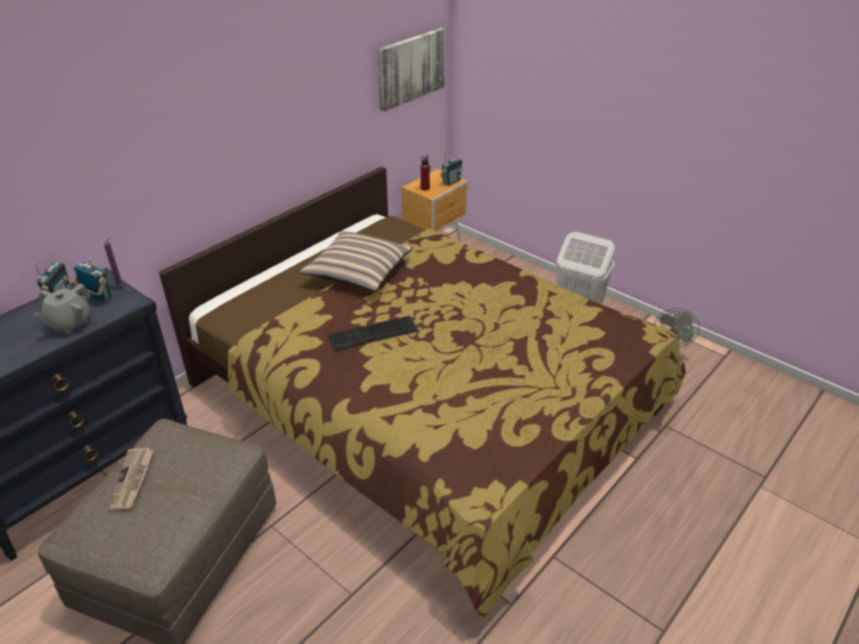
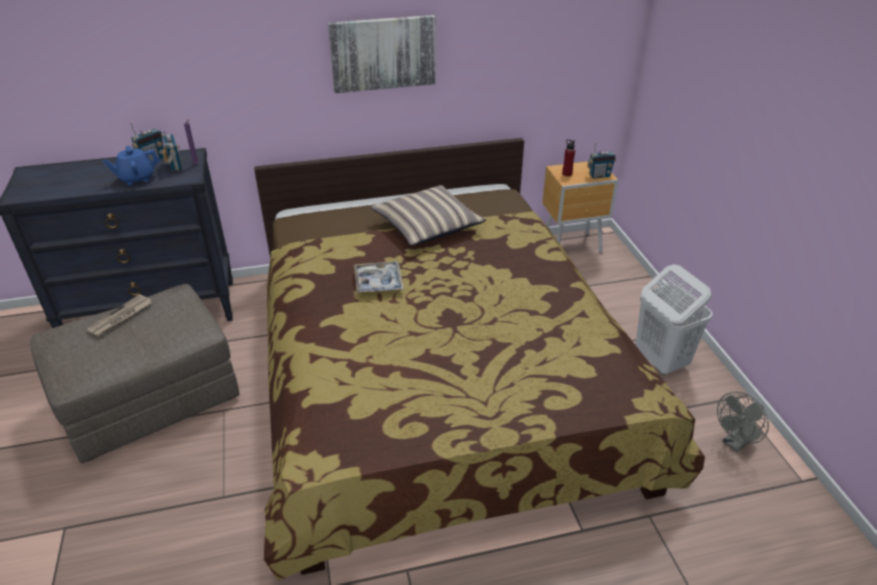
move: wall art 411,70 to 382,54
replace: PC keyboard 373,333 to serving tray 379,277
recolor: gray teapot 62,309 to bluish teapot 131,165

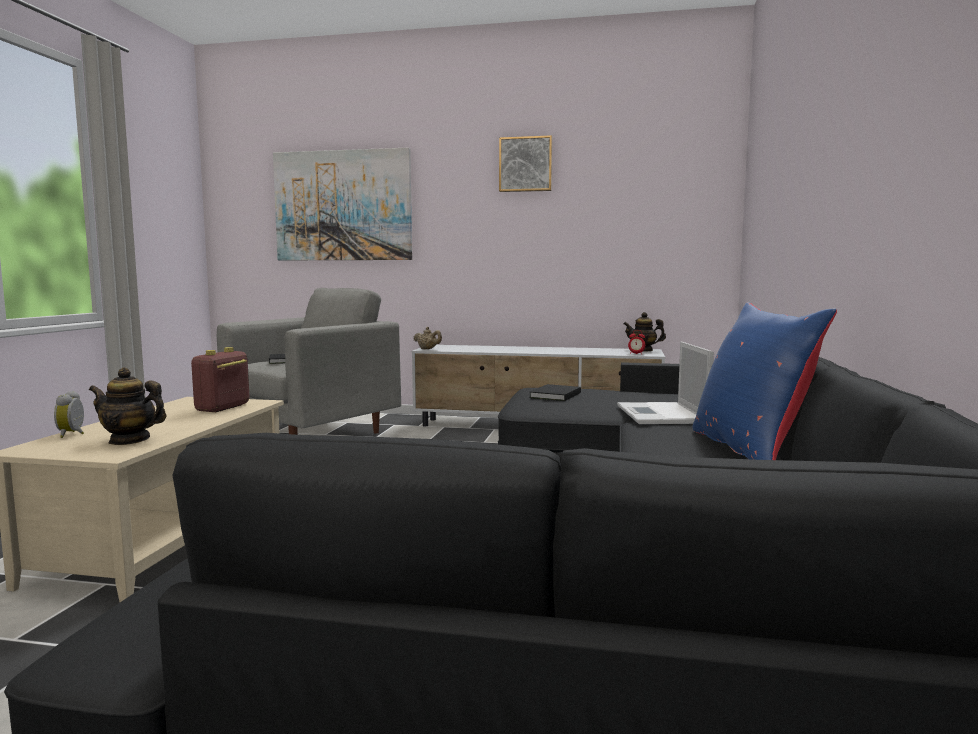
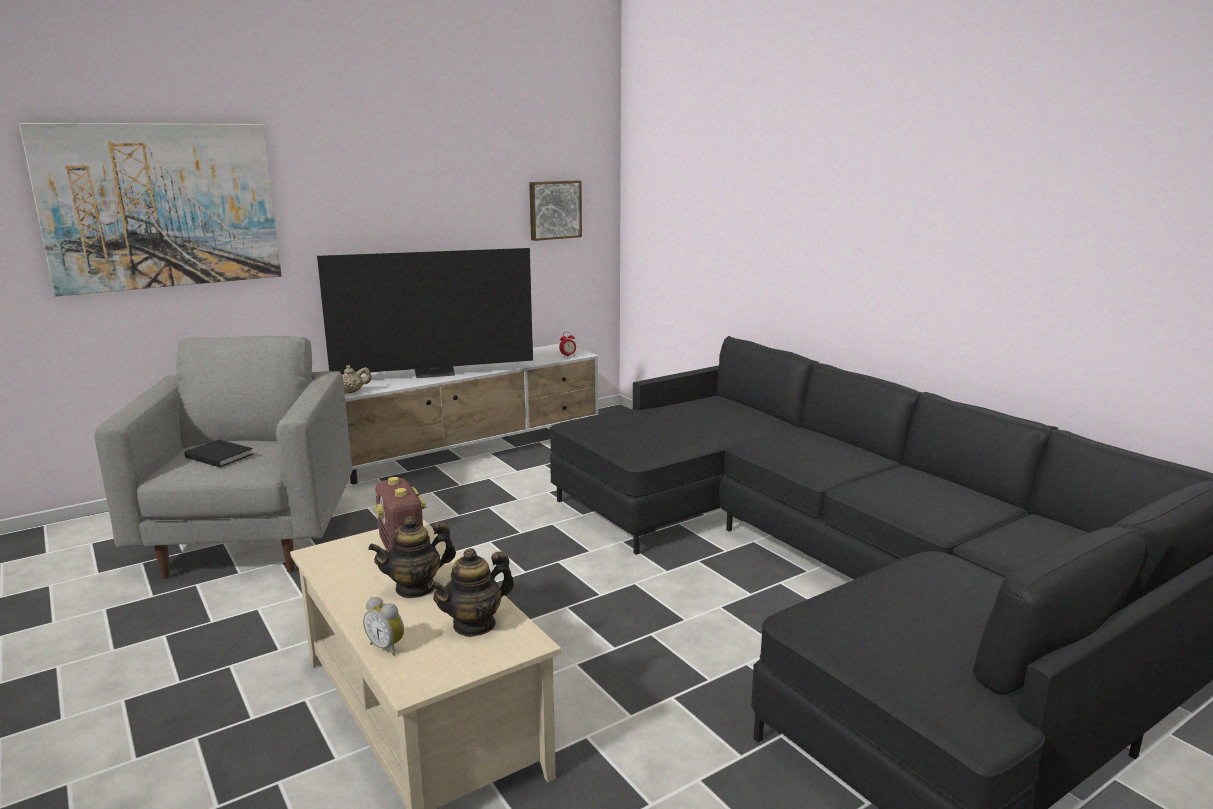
delete: black volume 555,392; portable computer 665,383; bluish pillow 764,381
insert: TV 425,313
move: wall art 525,163 to 555,210; teapot 644,332 to 412,557

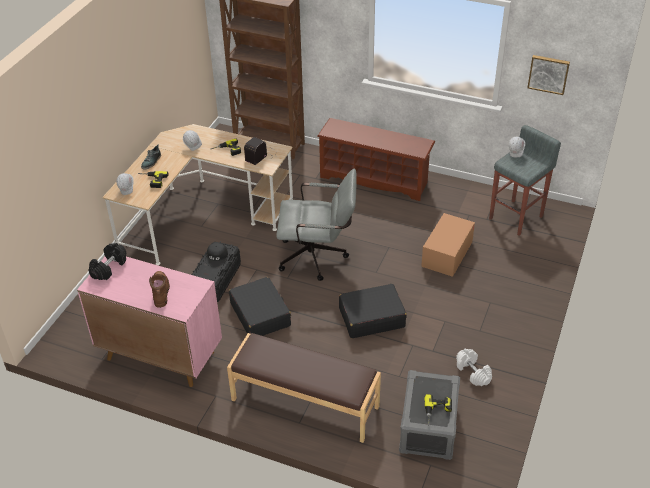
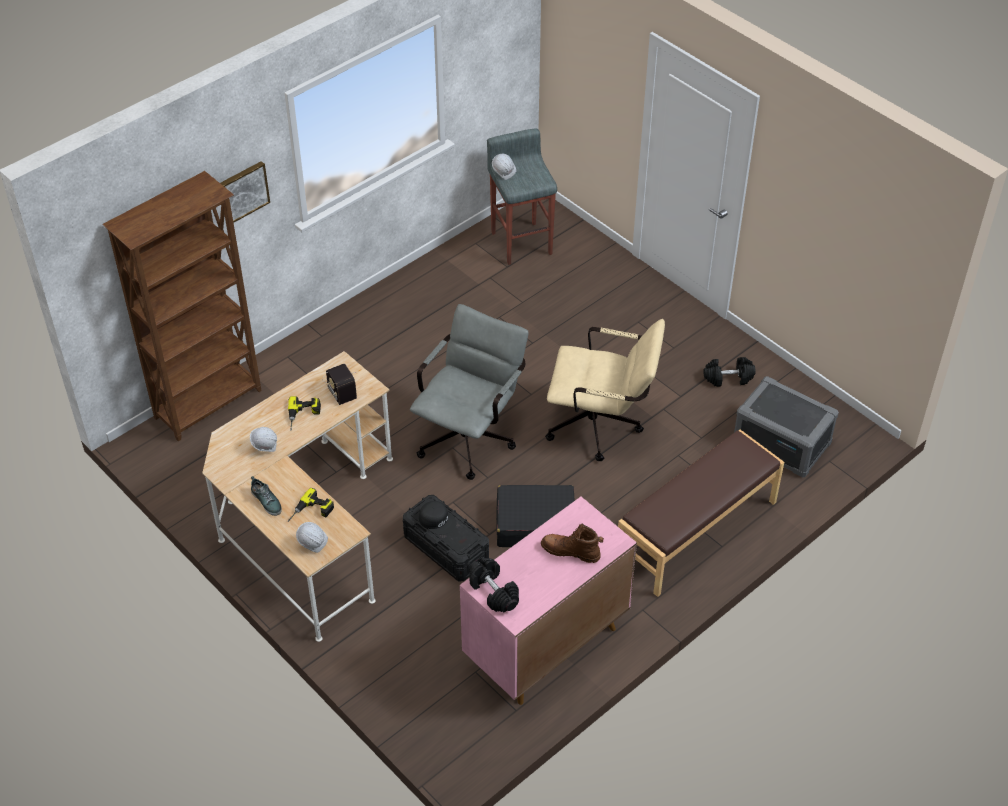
delete: brownish shoe stand 376,159; carton 448,245; power drill 438,410
move: wall art 548,75 to 245,192
replace: black travel case 373,311 to beige desk chair 605,390
recolor: whitish dumbbell 474,367 to black dumbbell 729,372

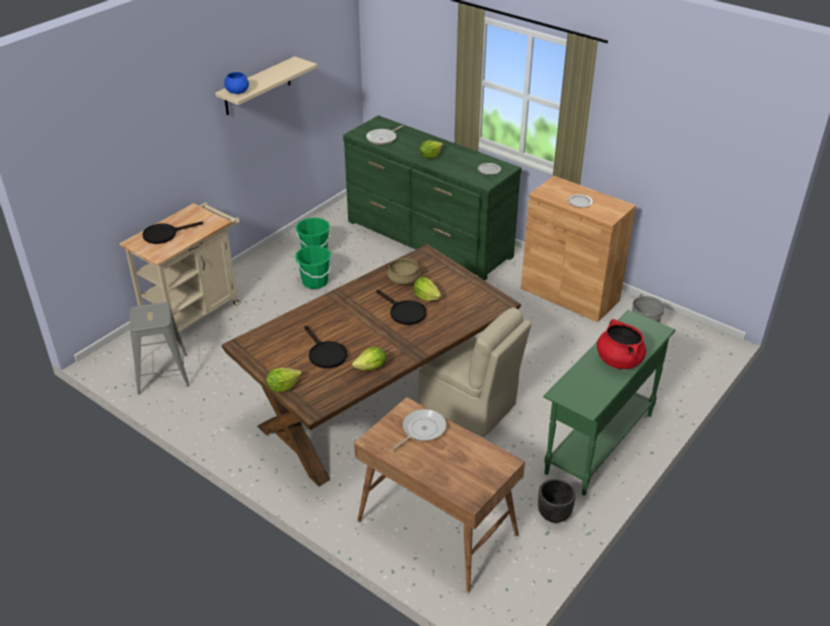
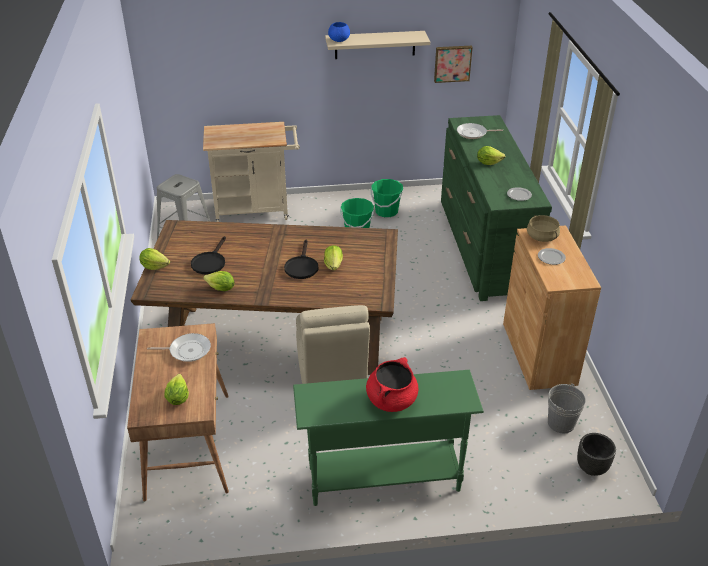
delete: black skillet 172,232
insert: lettuce 176,389; wall art 453,64
move: beige cooking pot 404,271 to 543,228; black plant pot 557,501 to 596,454

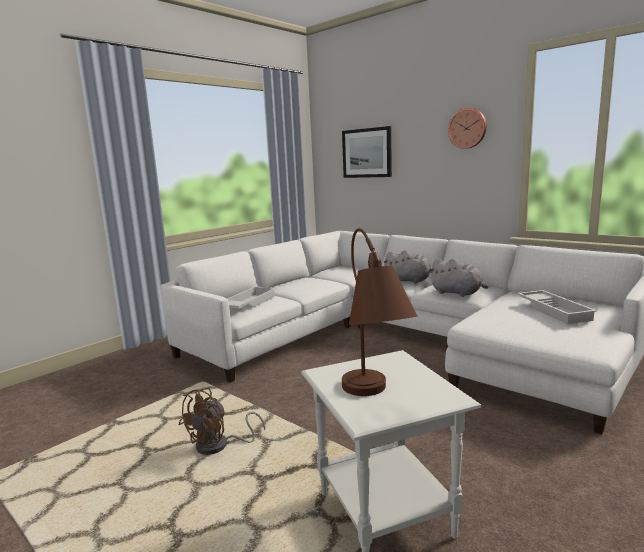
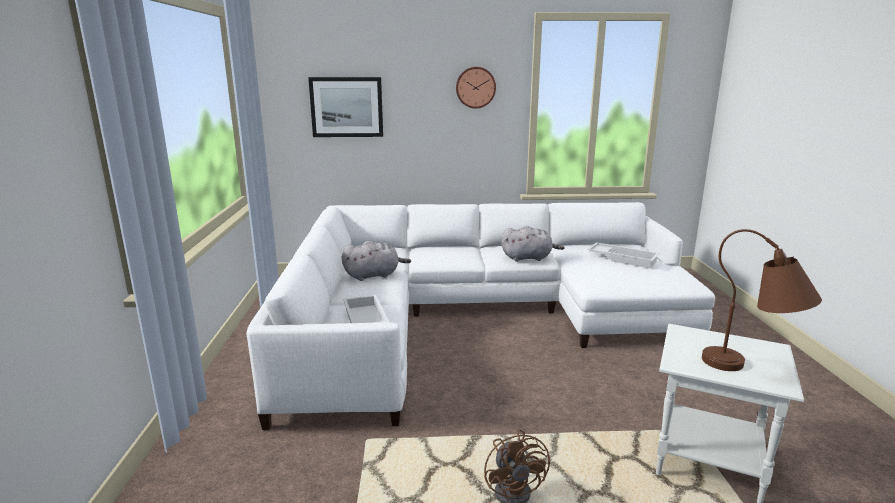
move: gray plush toy 407,267 to 376,261

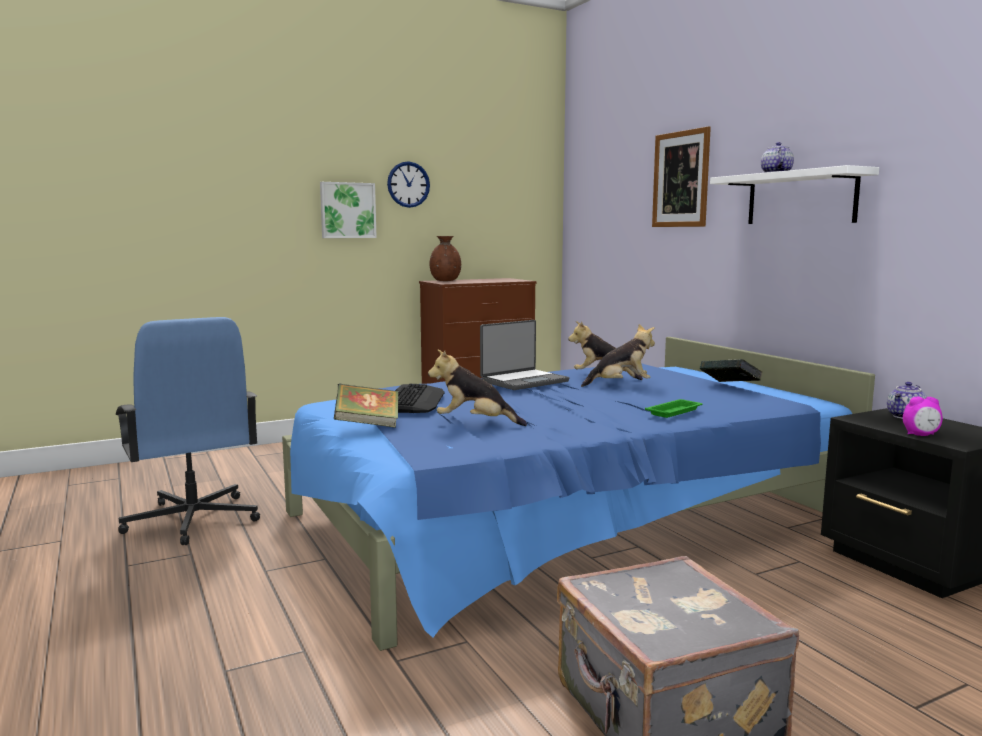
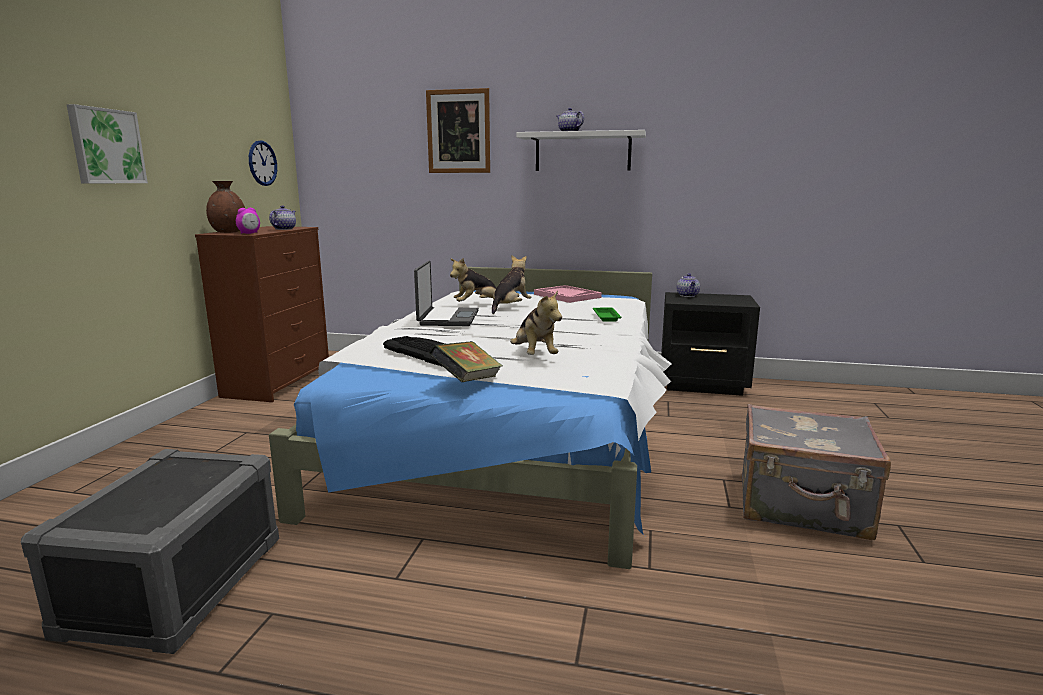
insert: teapot 282,218
move: wall clock 408,184 to 263,163; alarm clock 923,416 to 248,221
replace: bluish desk chair 188,431 to gray storage container 150,551; volume 731,370 to pink serving tray 568,294
recolor: bluish sleeping bed 578,494 to whitish sleeping bed 470,418
rotate: plush toy 477,388 = 536,322 75 degrees counterclockwise

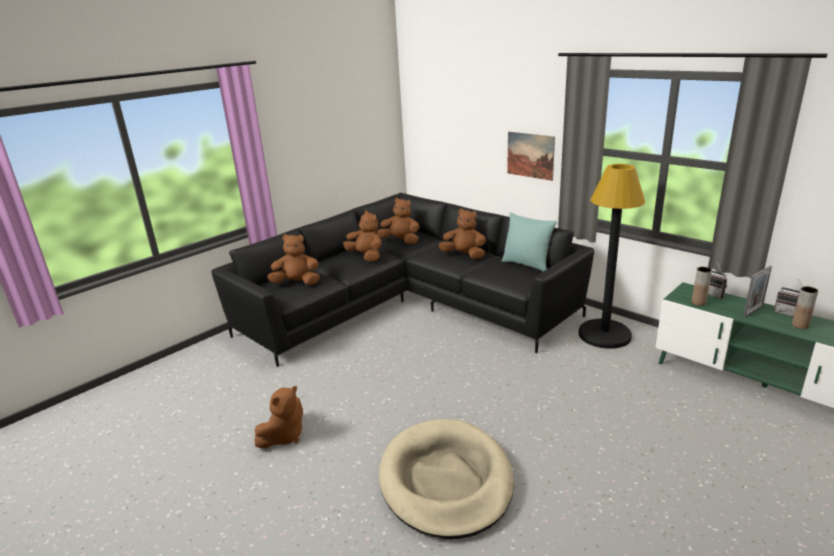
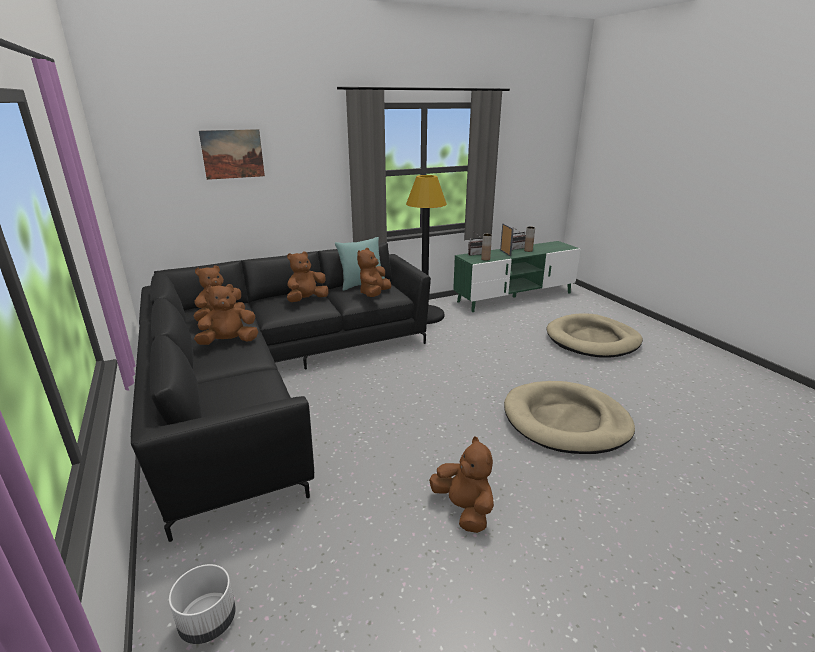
insert: whitish plant pot 202,604; beige dog bed 595,335
move: brownish plush toy 293,259 to 374,272; wall art 531,156 to 232,154

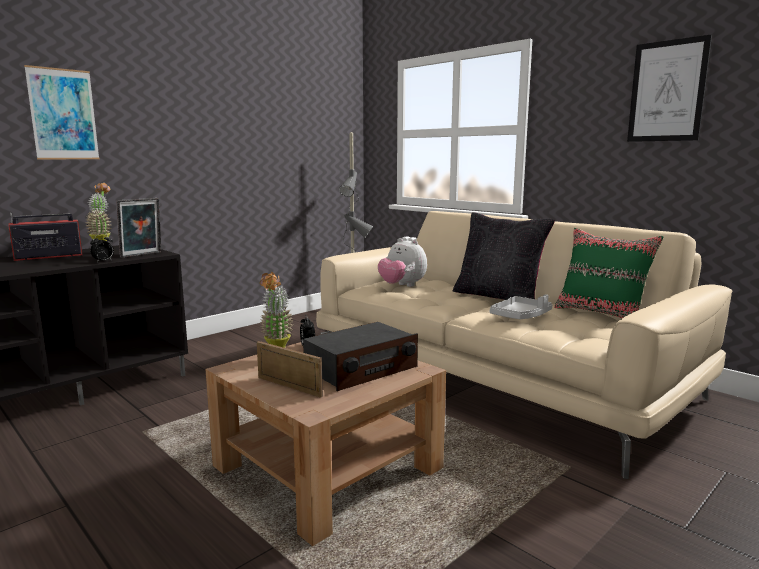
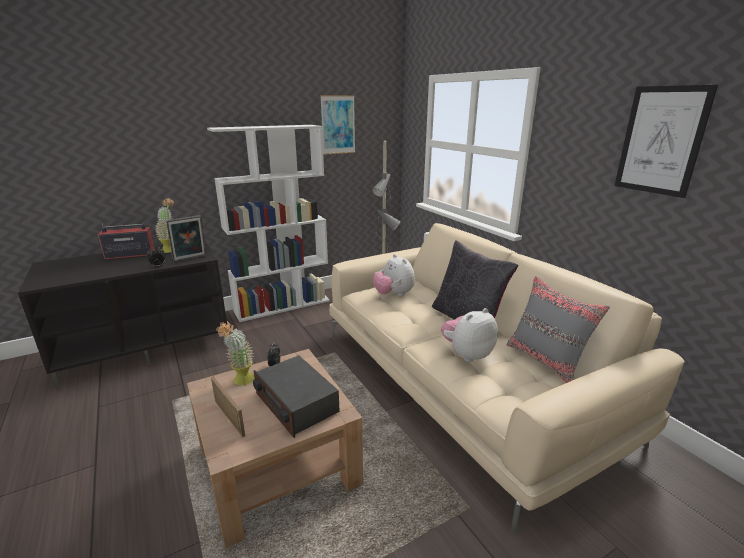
insert: whitish shelving unit 268,223
move: wall art 62,112 to 337,125
replace: gray serving tray 521,306 to plush toy 469,335
recolor: green pillow 608,273 to gray pillow 558,329
rotate: radio set 360,356 = 296,396 75 degrees clockwise

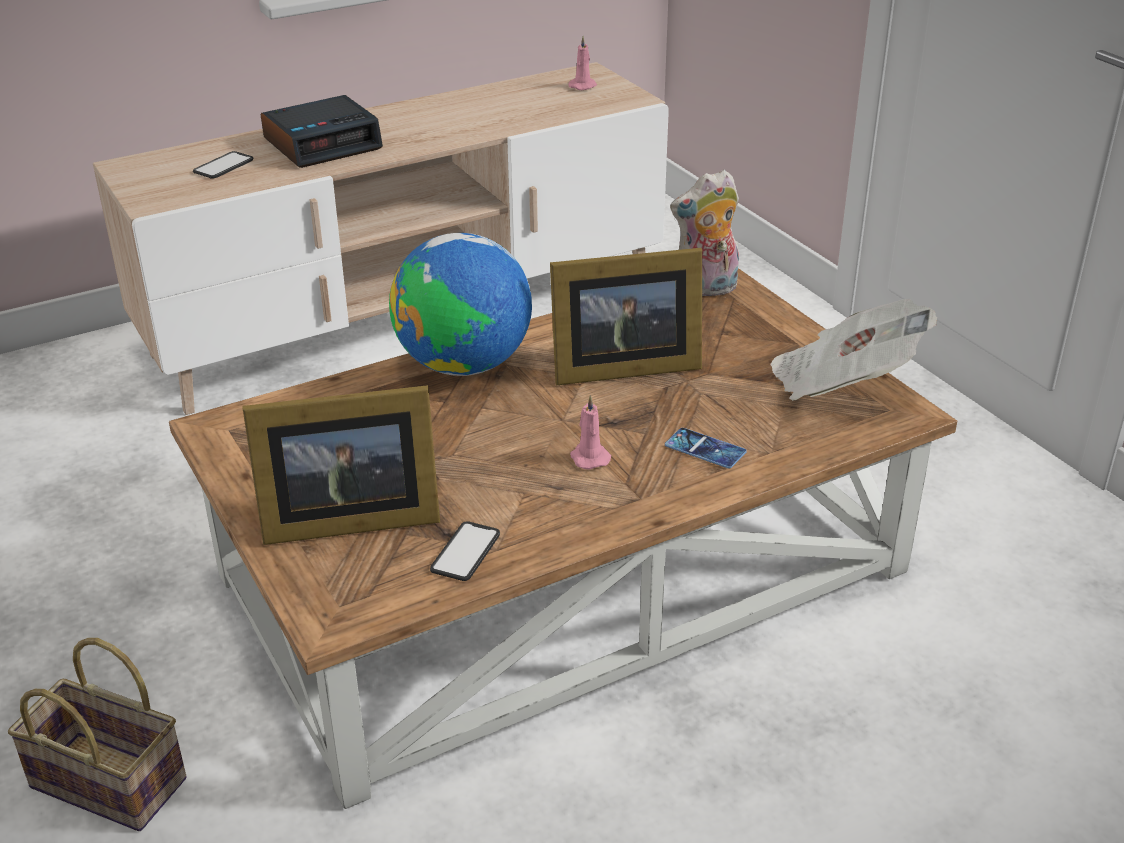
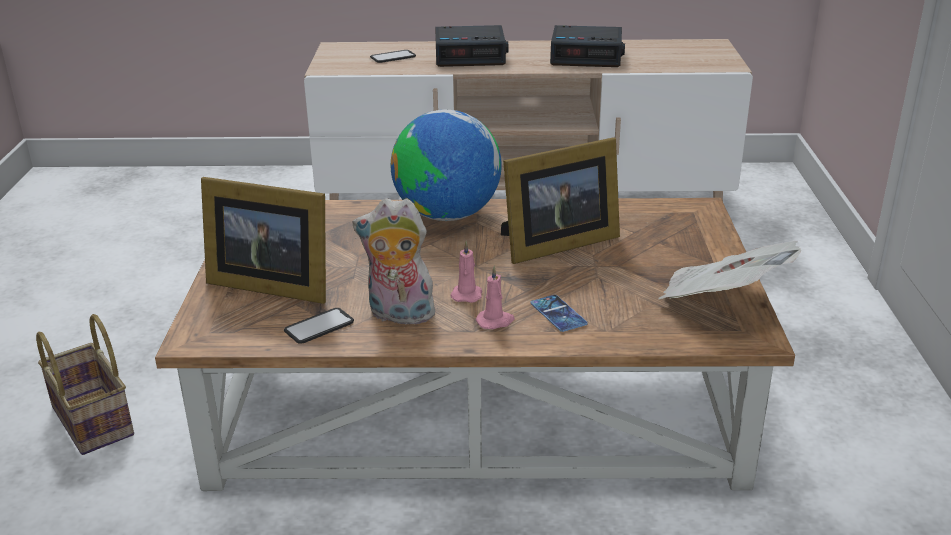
insert: alarm clock 587,46
move: pink candle 582,63 to 495,297; plush toy 704,233 to 395,261
rotate: standing frame 626,316 = 560,200 45 degrees counterclockwise

